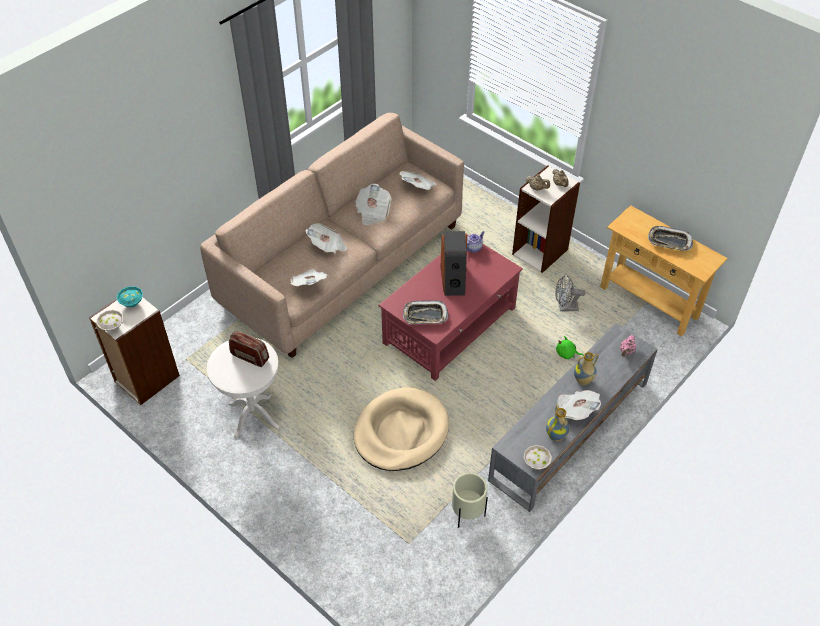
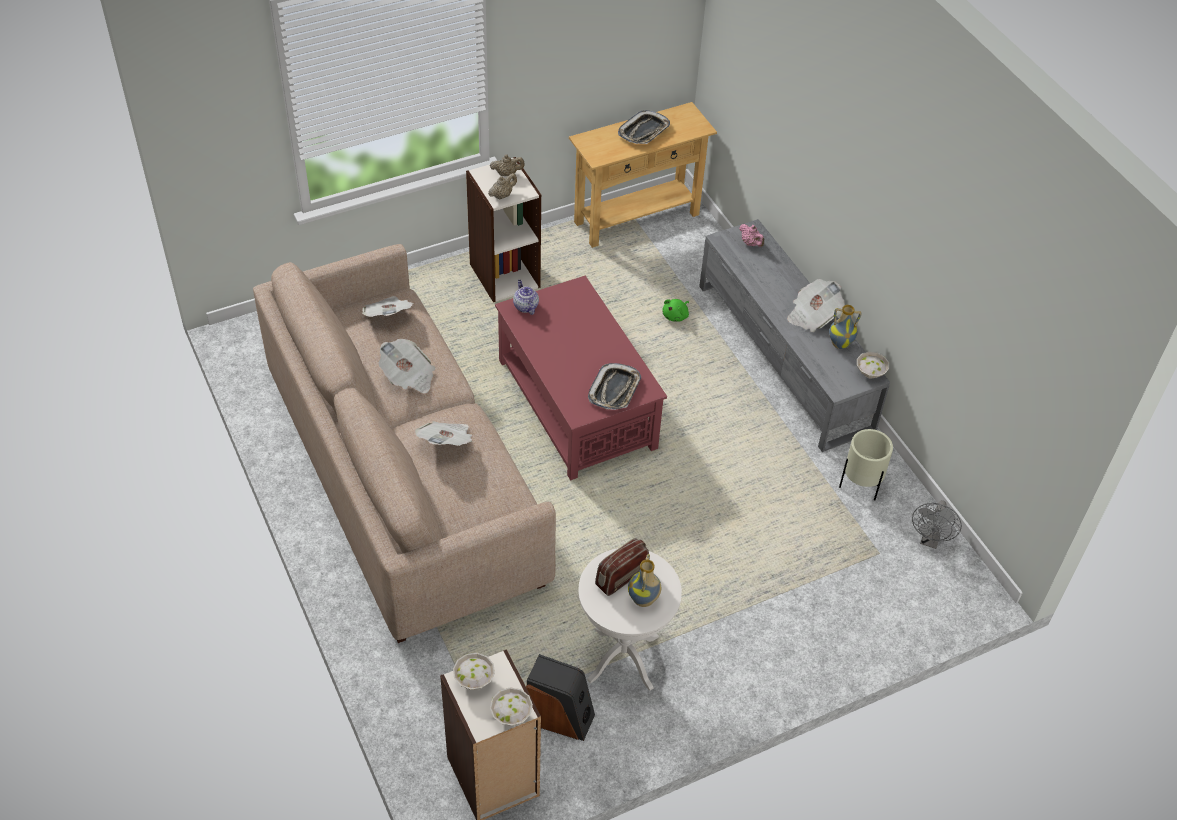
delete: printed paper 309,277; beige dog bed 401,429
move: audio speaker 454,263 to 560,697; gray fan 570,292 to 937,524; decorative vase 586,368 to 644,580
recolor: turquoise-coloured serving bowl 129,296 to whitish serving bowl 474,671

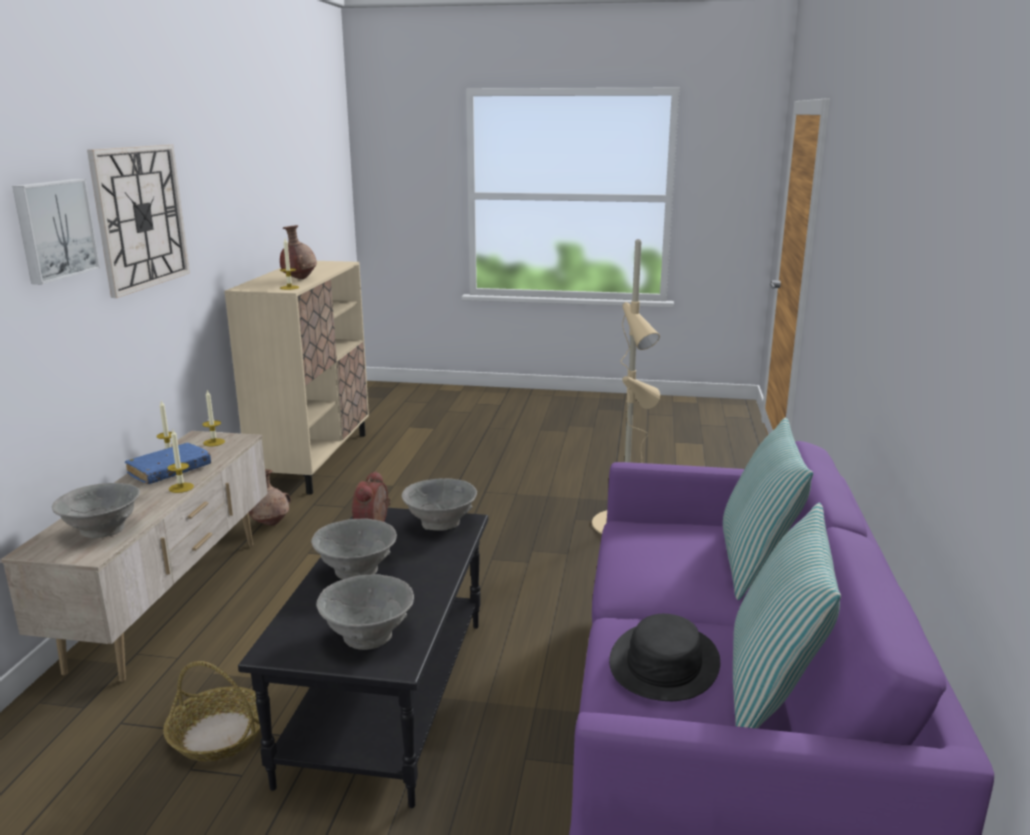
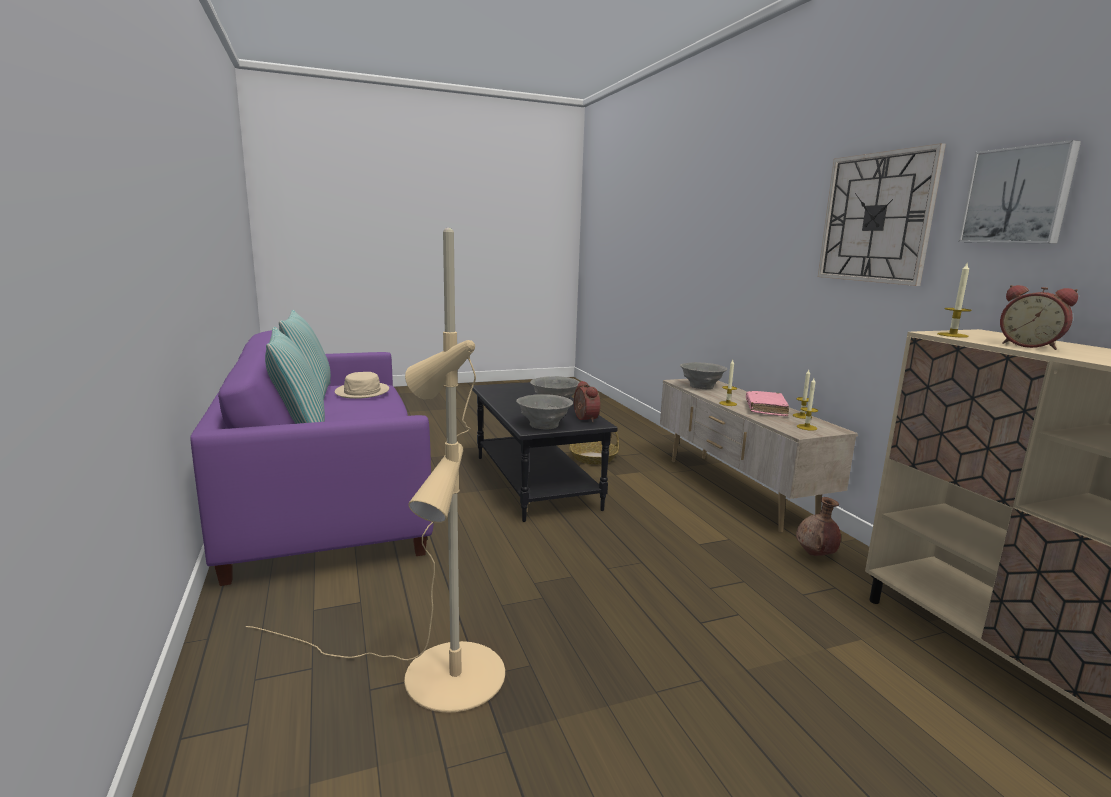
delete: gray serving bowl 365,612
move: wall art 56,231 to 1019,192
replace: brownish decorative vase 298,252 to alarm clock 1039,317
recolor: bluish volume 168,463 to pink volume 767,403; black clothing hat 664,657 to beige clothing hat 362,385

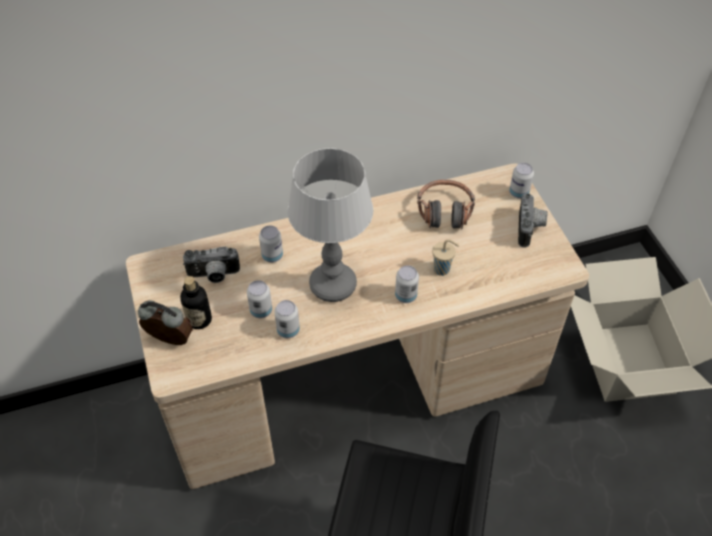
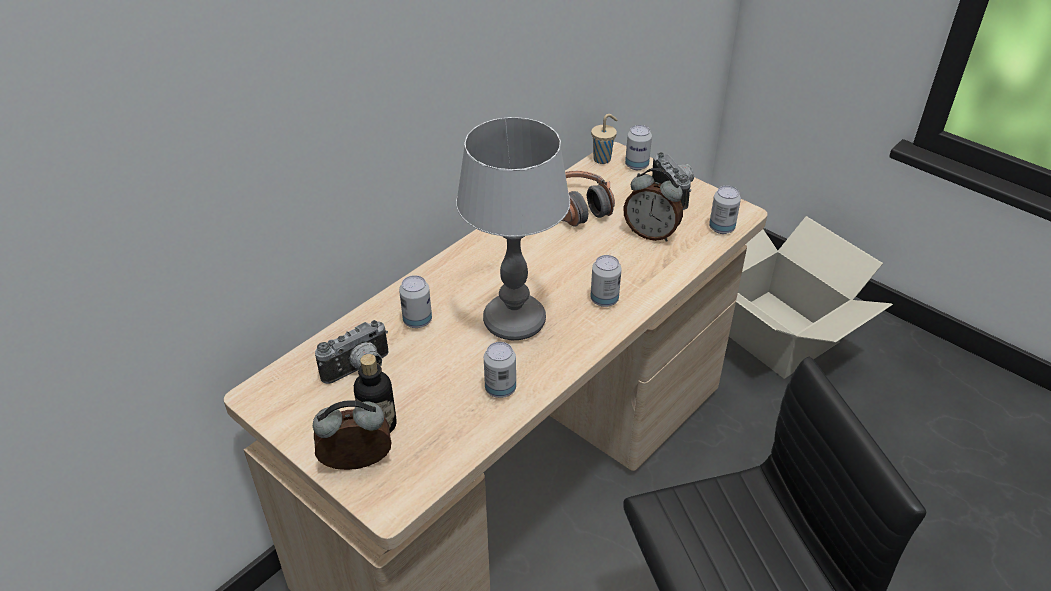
insert: alarm clock 653,205
move: sealed can 259,299 to 725,210; beige cup 445,257 to 604,139

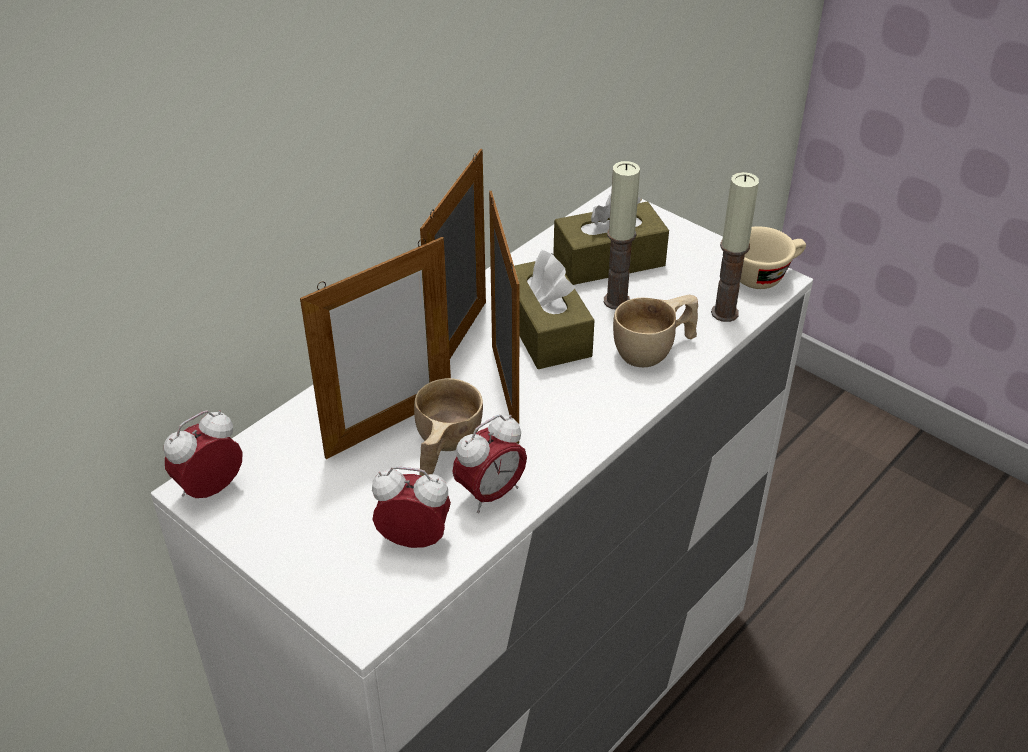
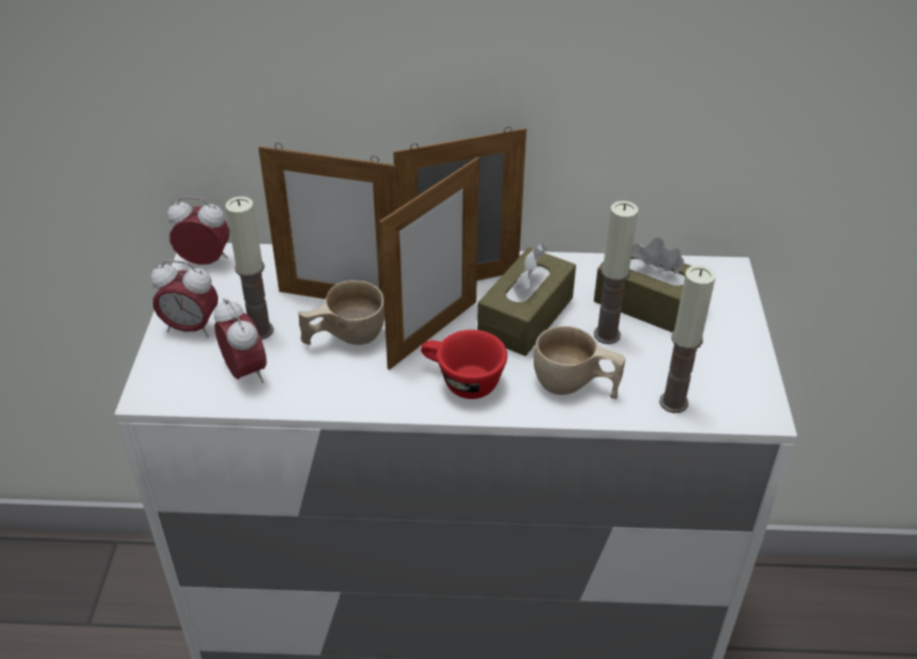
delete: beige cup 773,257
insert: candle 250,268; red-coloured cup 464,364
move: alarm clock 489,463 to 184,298

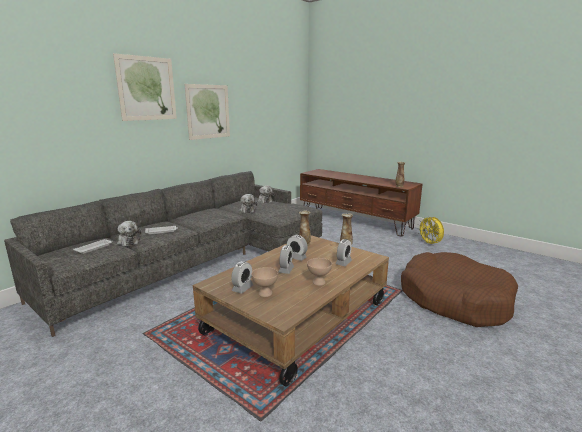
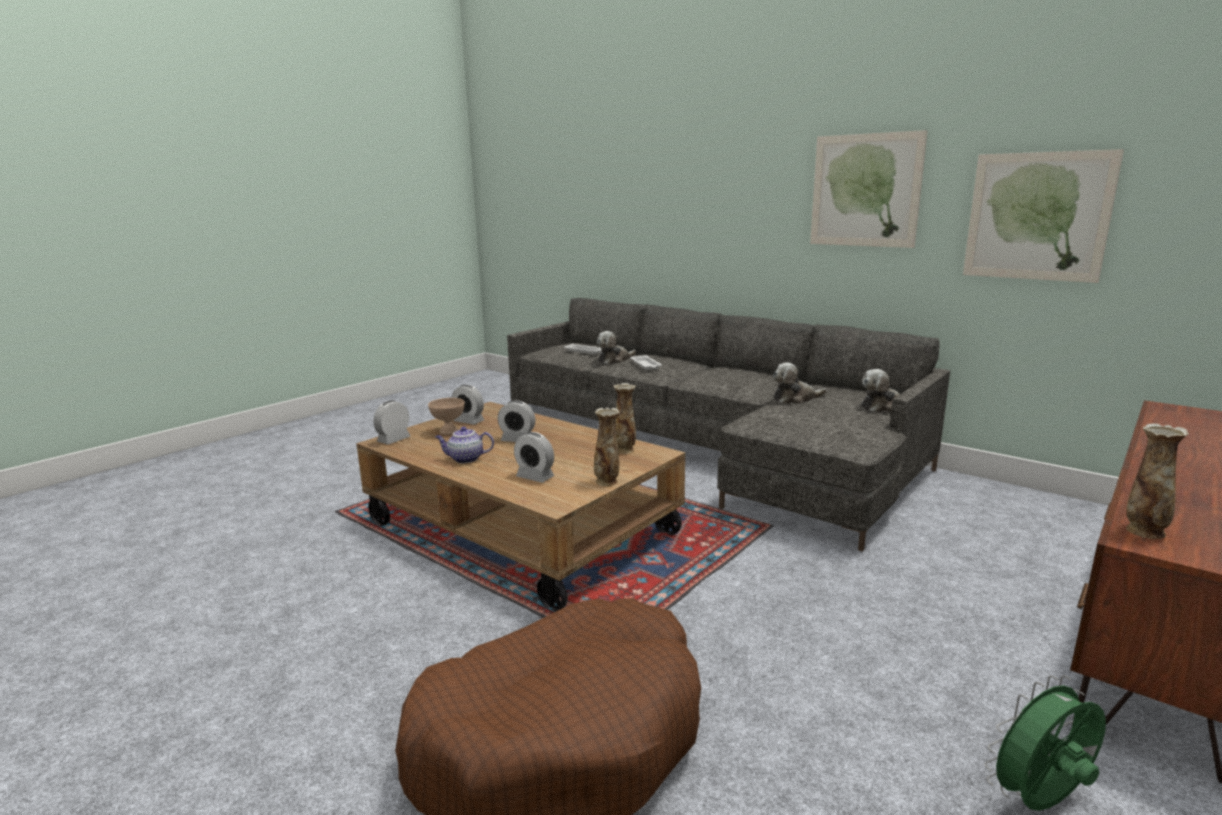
move: wall art 145,87 to 1043,216; alarm clock 297,248 to 392,422
replace: beige serving bowl 319,272 to teapot 464,445
recolor: yellowish fan 430,231 to green fan 1045,743

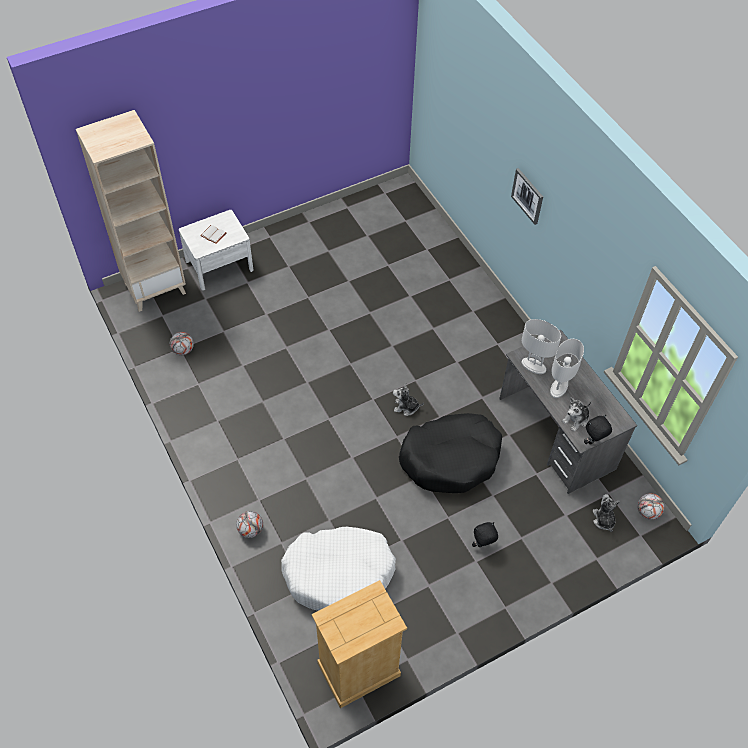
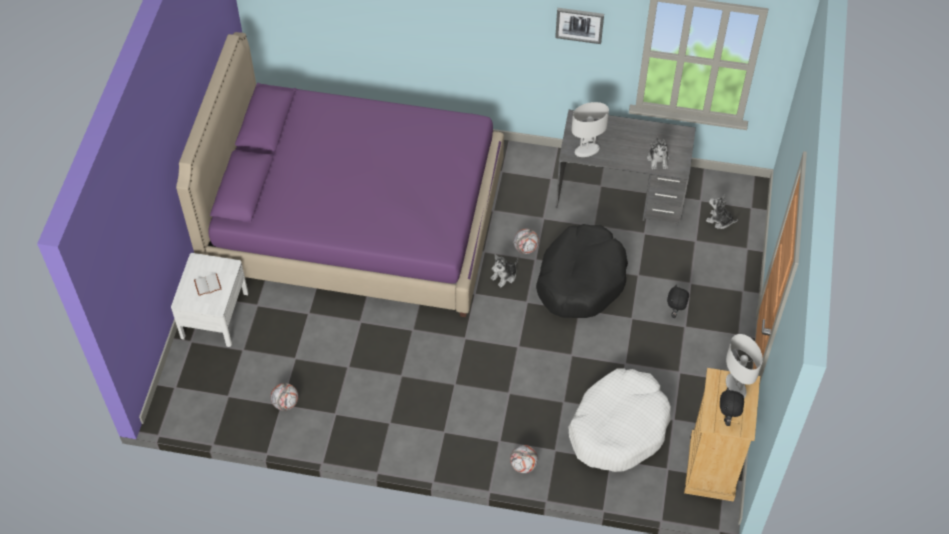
delete: beige shelving unit 131,211
insert: purplish sleeping bed 340,174
move: wall art 527,196 to 579,26; whitish tabletop lamp 567,368 to 744,366; black plush toy 598,430 to 732,407; ball for football 651,506 to 526,241

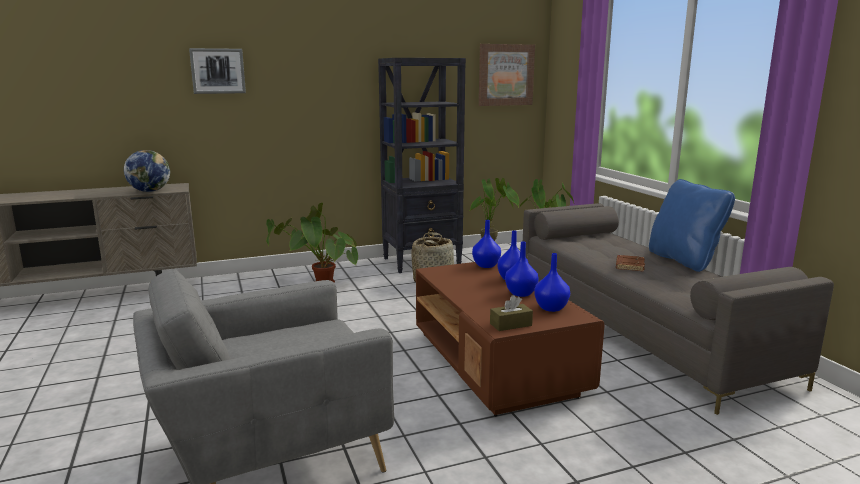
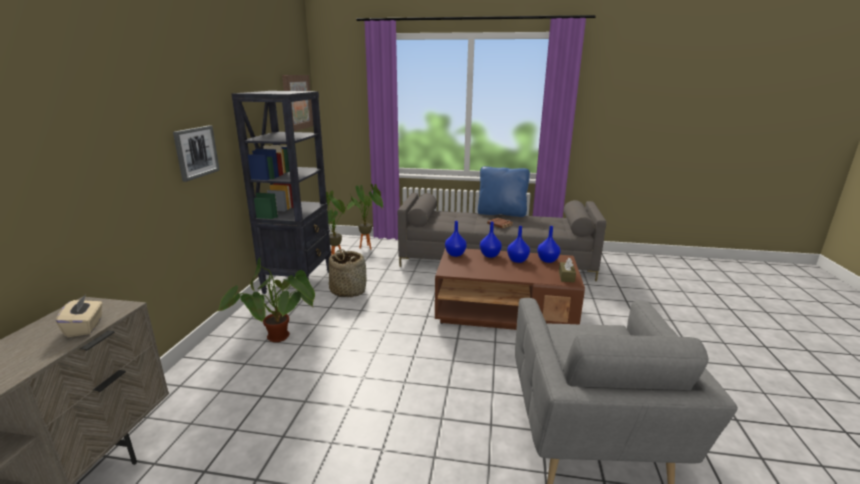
move: wall art 217,71 to 196,153
replace: desk globe 147,171 to beige tissue box 79,315

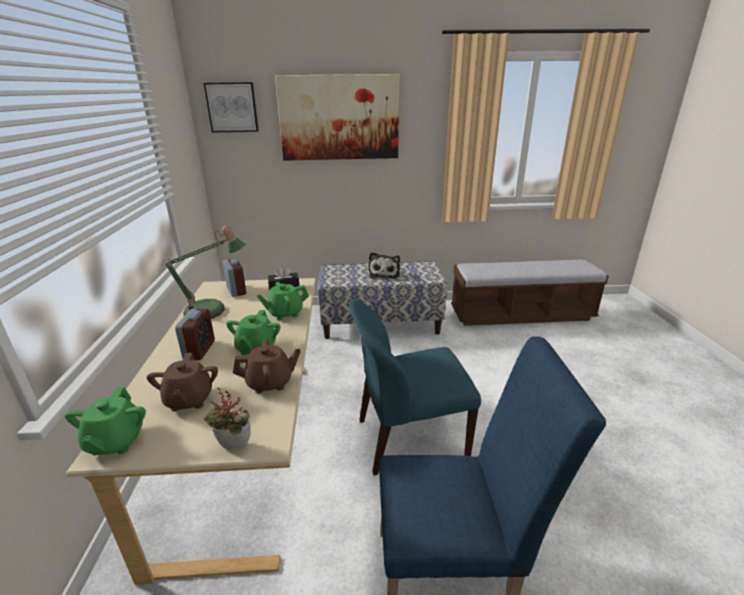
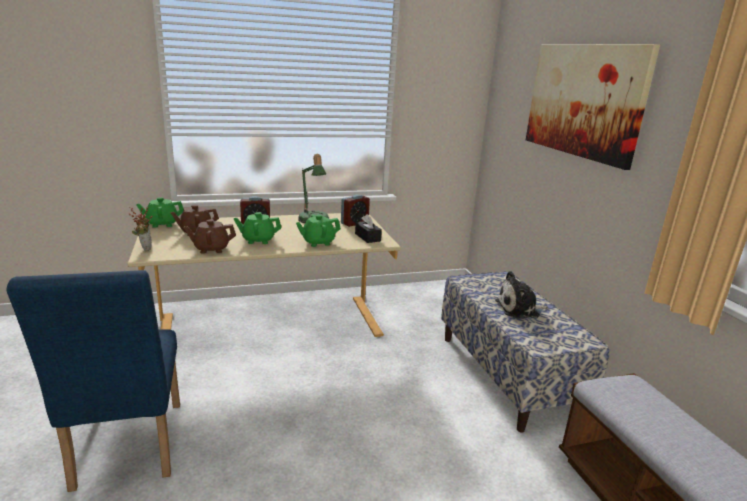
delete: wall art 231,107; bluish chair 415,387
rotate: brownish teapot 267,366 = 210,236 105 degrees clockwise; green teapot 282,301 = 318,231 75 degrees counterclockwise

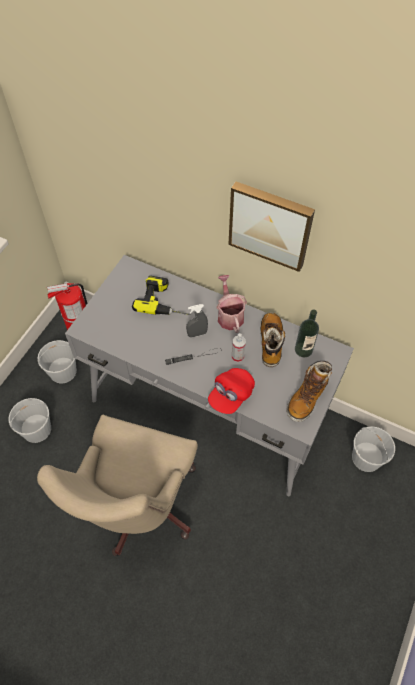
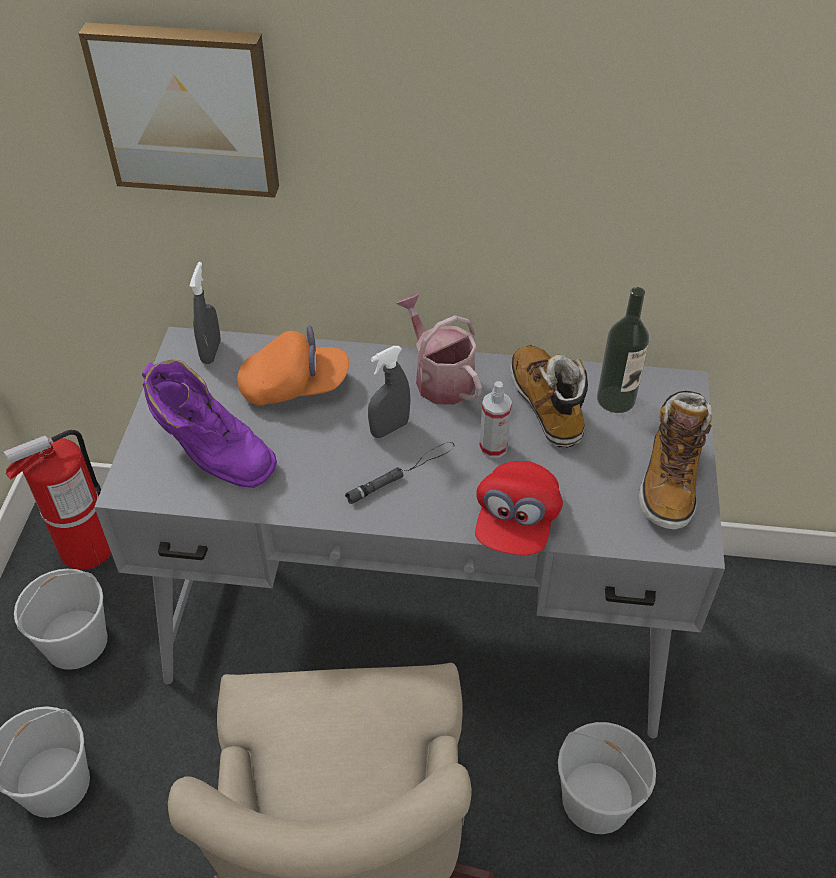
insert: purplish tall boot 209,424; gray sprayer 205,313
move: wall art 271,226 to 178,110; whitish bucket 373,449 to 607,778
replace: power drill 161,295 to orange baseball cap 293,366

